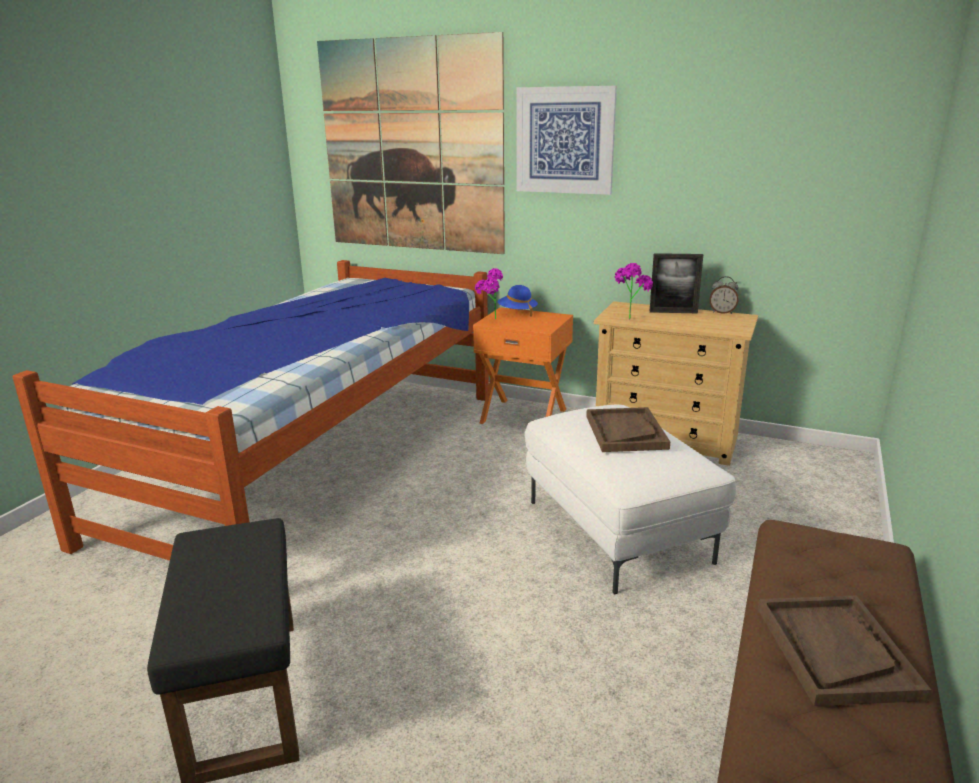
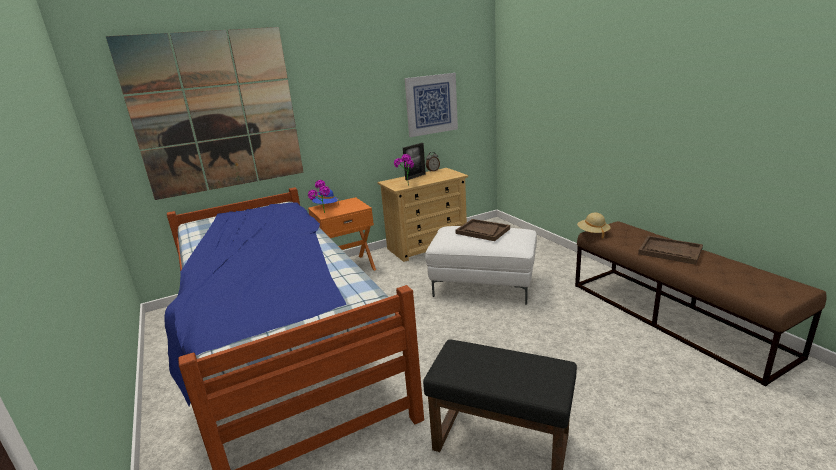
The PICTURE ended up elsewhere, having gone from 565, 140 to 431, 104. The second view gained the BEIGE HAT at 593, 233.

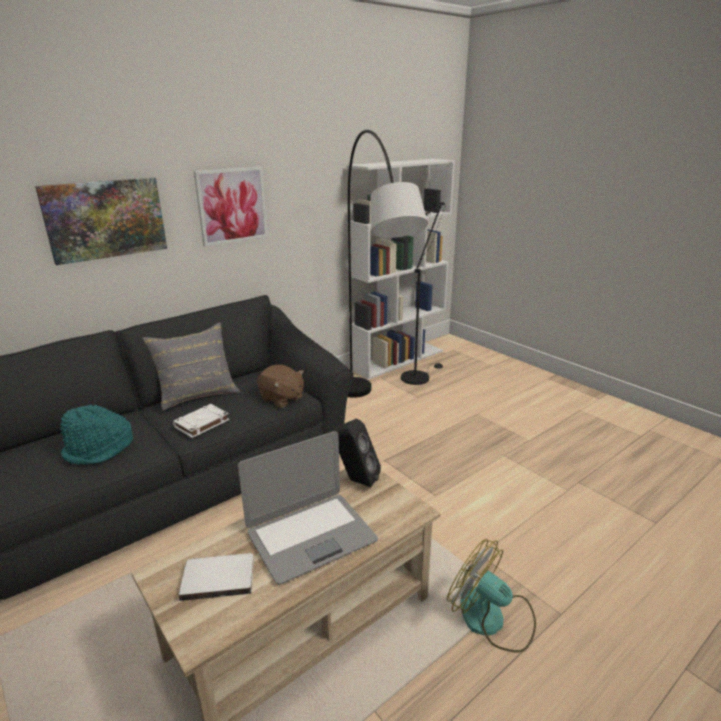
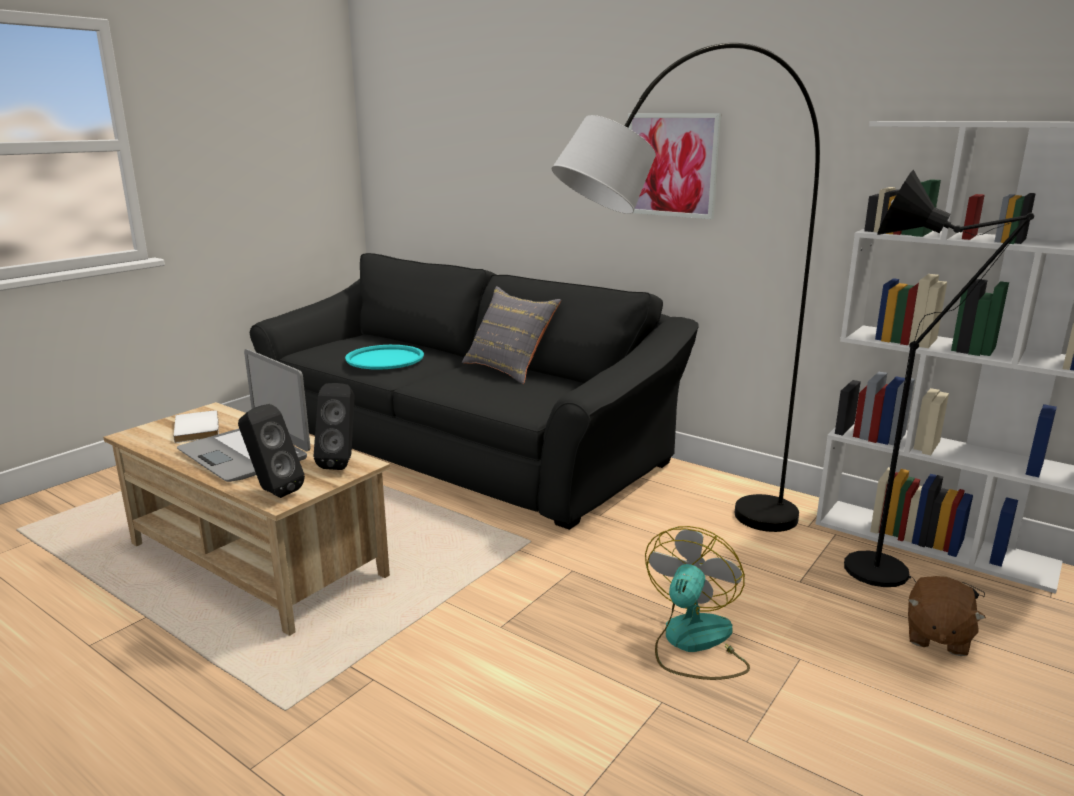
The second view lost the PICTURE at 105, 219. The BROWN PLUSH TOY ended up elsewhere, having gone from 282, 399 to 936, 636. The second view lost the WHITE BOOK at 201, 424. Where the TURQUOISE HAT stood at 99, 449, the TURQUOISE TRAY came to stand at 385, 358. The FAN ended up elsewhere, having gone from 492, 619 to 693, 643. The second view gained the BLACK SPEAKER at 272, 491.

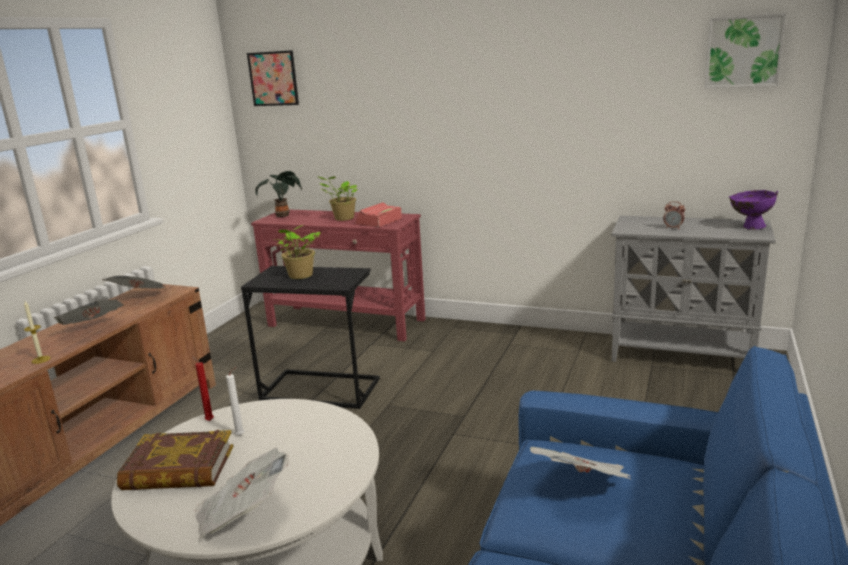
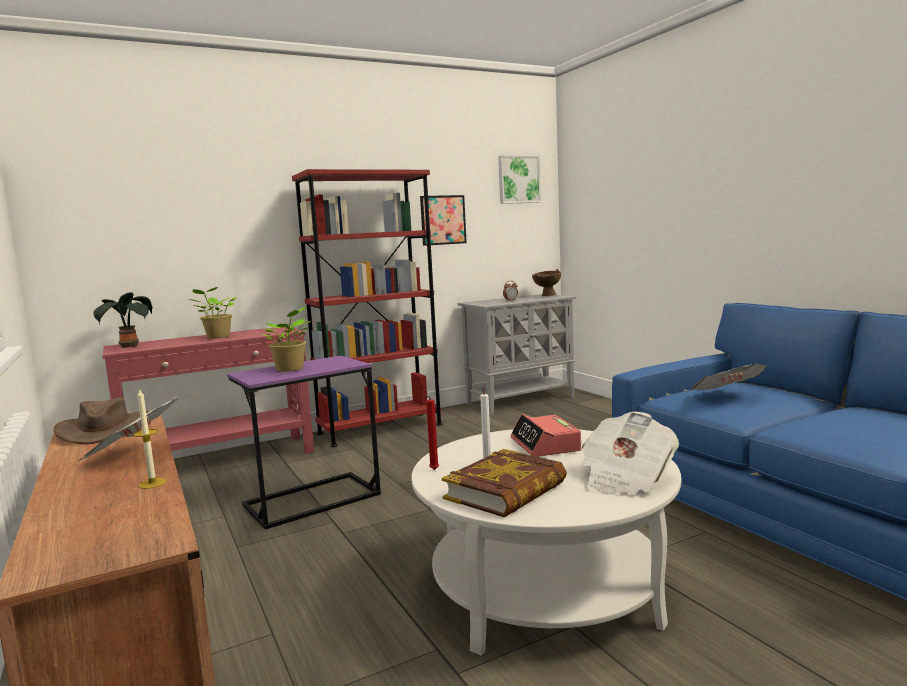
The PICTURE ended up elsewhere, having gone from 273, 78 to 443, 220. What was the PURPLE BOWL at 749, 227 turned into the BROWN BOWL at 546, 295. The ALARM CLOCK ended up elsewhere, having gone from 379, 221 to 545, 445. What was the BLACK SIDE TABLE at 320, 389 turned into the PURPLE SIDE TABLE at 312, 500. Where the NEWSPAPER stood at 140, 297, the BROWN HAT came to stand at 104, 429. The second view gained the RED BOOKCASE at 380, 429.

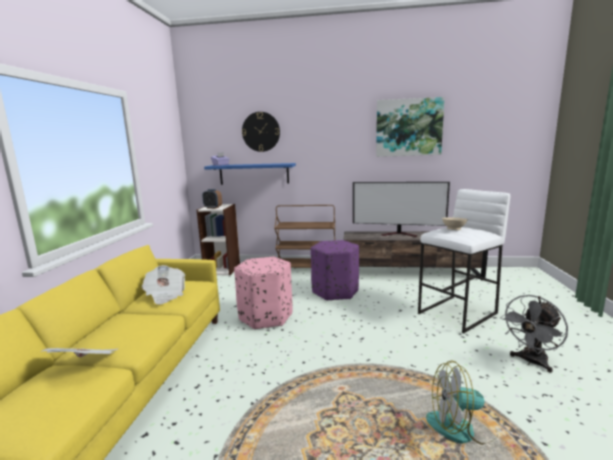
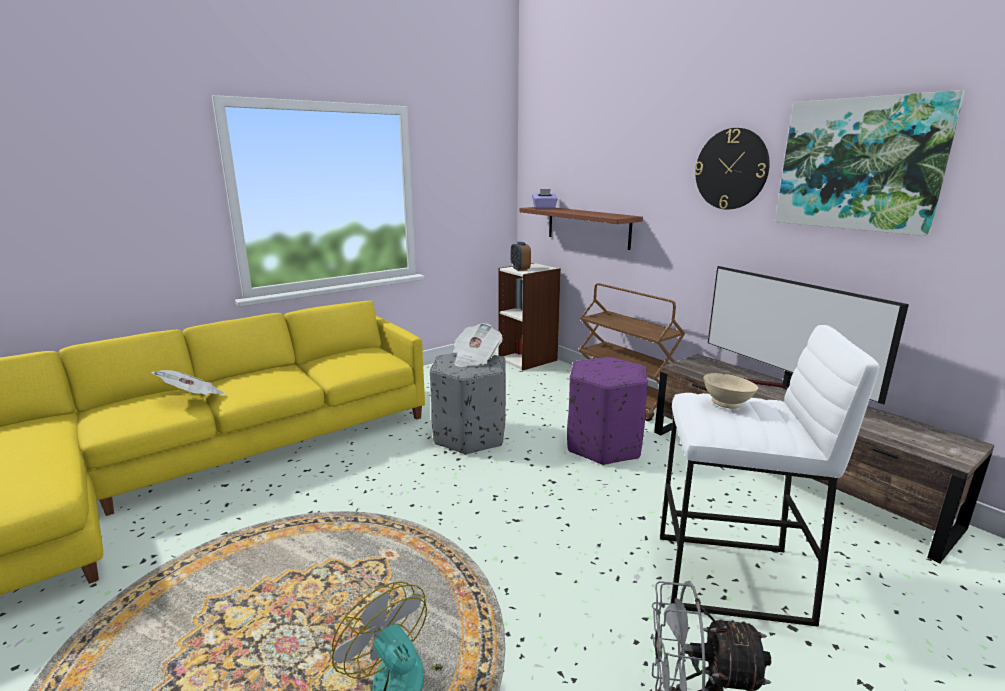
The WALL CLOCK ended up elsewhere, having gone from 261, 132 to 731, 169. What was the BLUE SHELF at 254, 174 turned into the BROWN SHELF at 587, 227. What was the PINK OTTOMAN at 266, 316 turned into the GREY OTTOMAN at 470, 436. The NEWSPAPER ended up elsewhere, having gone from 165, 295 to 475, 359.

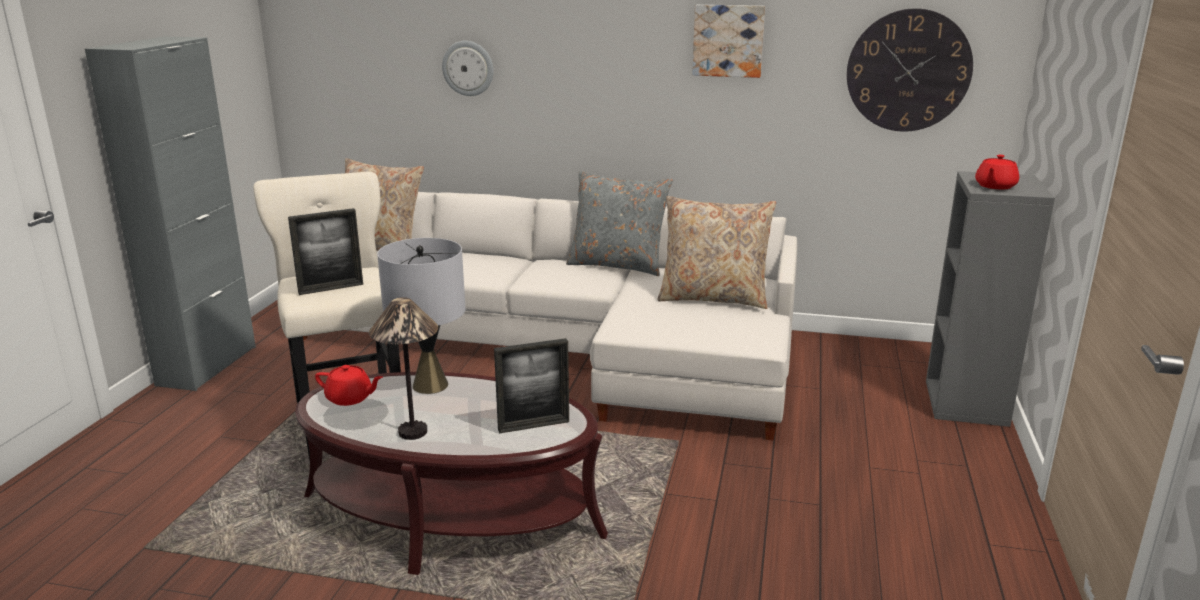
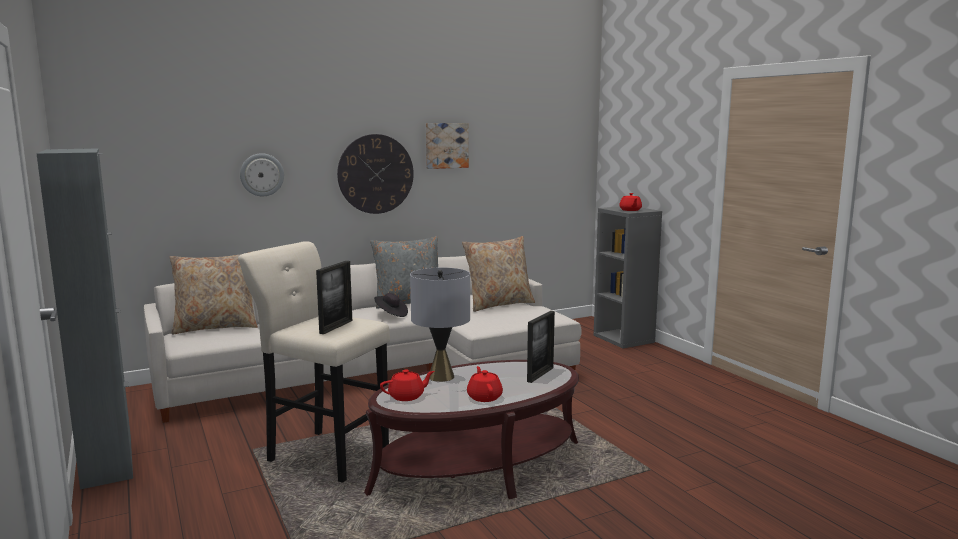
The WALL CLOCK ended up elsewhere, having gone from 908, 71 to 375, 174. Where the TABLE LAMP stood at 412, 432, the RED TEAPOT came to stand at 484, 397. The second view gained the BLACK HAT at 391, 314.

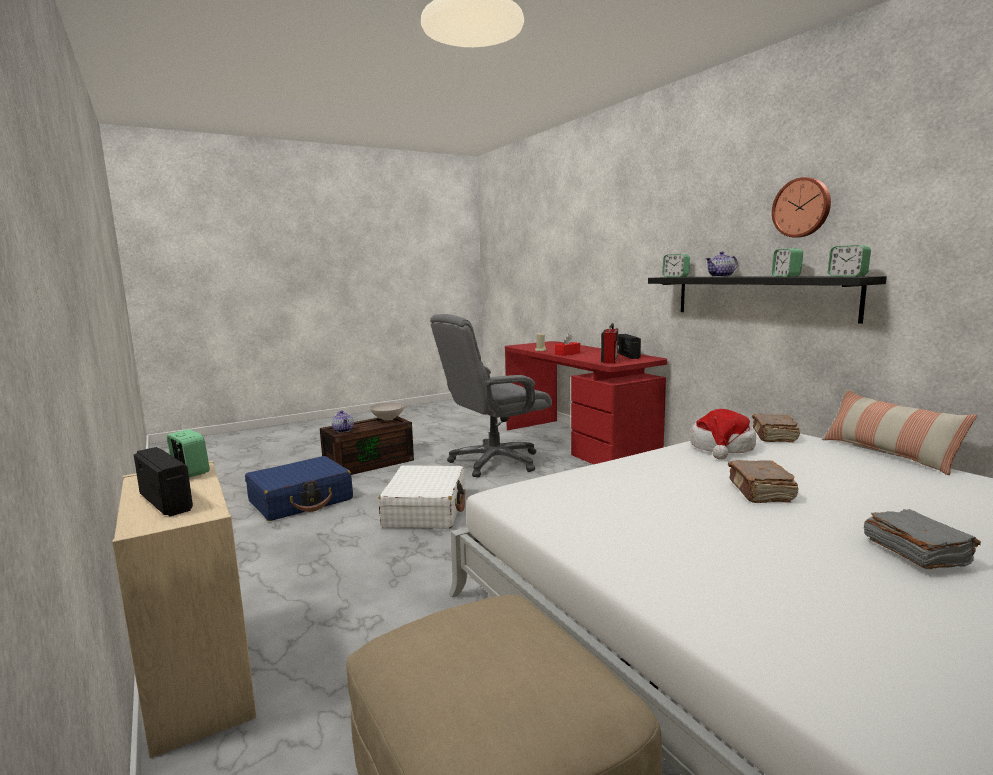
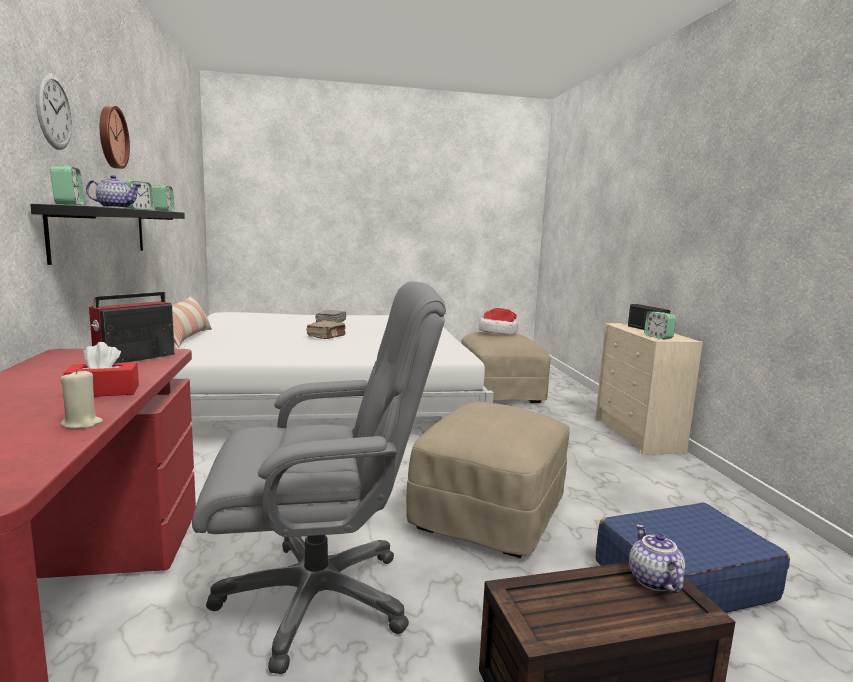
The second view lost the RADIO at 628, 356. The second view lost the WHITE BOWL at 388, 419. The HAT ended up elsewhere, having gone from 722, 448 to 498, 332. The second view lost the BROWN BOOK at 773, 436. Where the WHITE SUITCASE stood at 426, 510, the BEIGE OTTOMAN came to stand at 490, 513. The second view gained the WALL CLOCK at 53, 112.

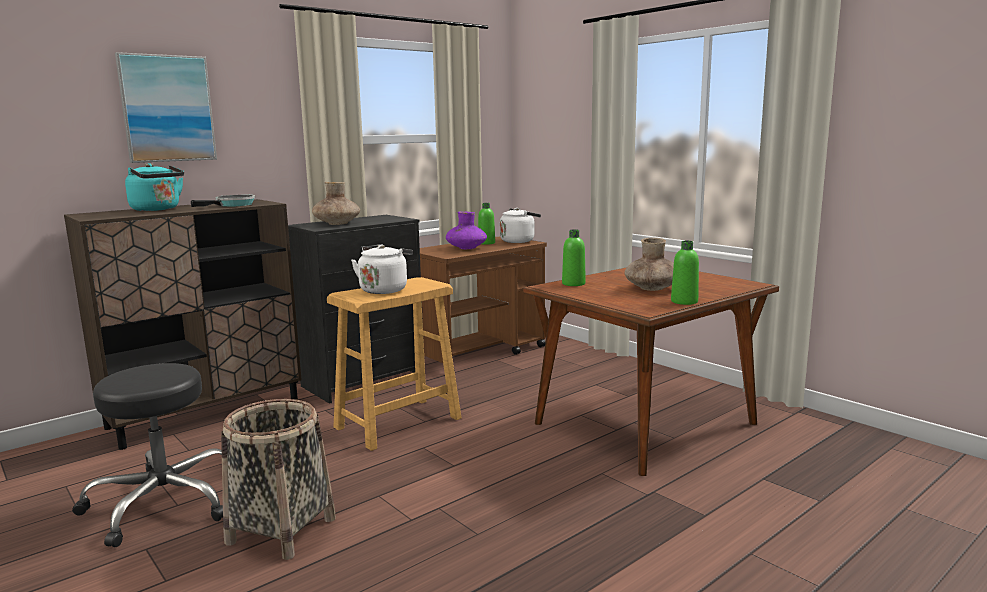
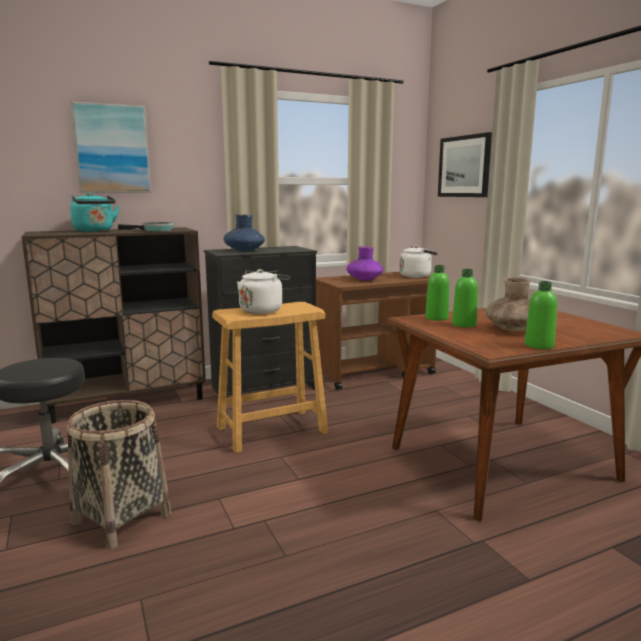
What was the BROWN VASE at 337, 223 turned into the BLUE VASE at 244, 250. The GREEN BOTTLE ended up elsewhere, having gone from 486, 243 to 464, 324. The second view gained the PICTURE at 464, 166.

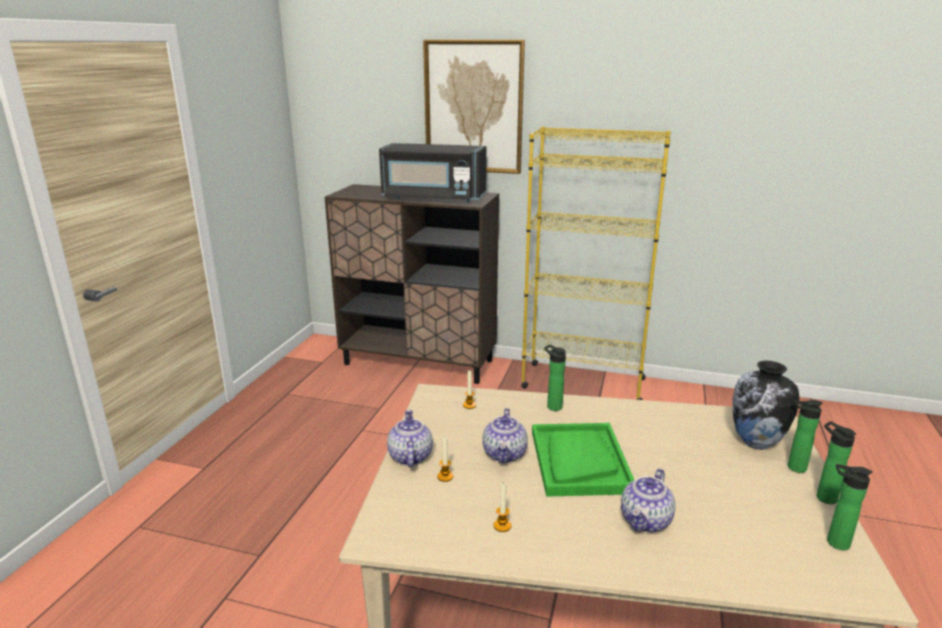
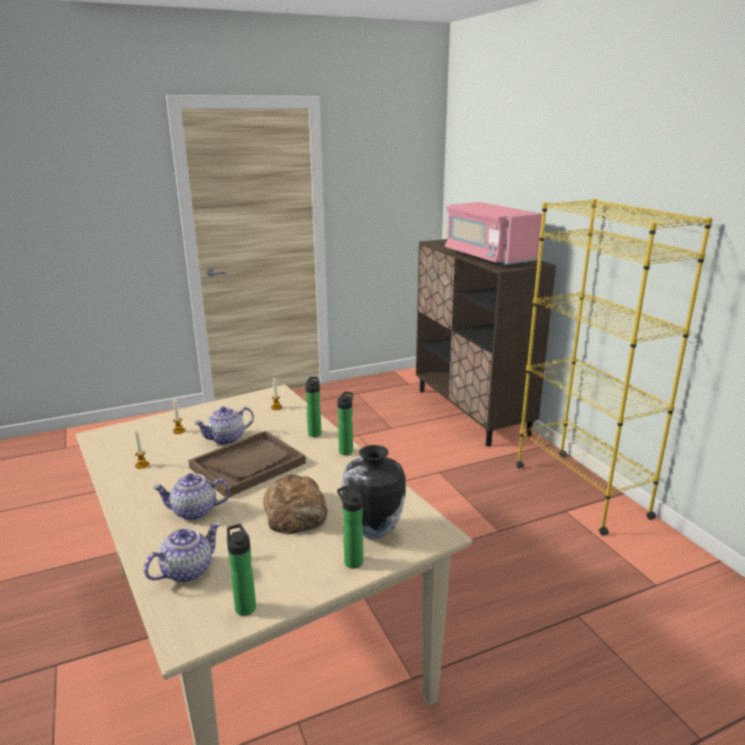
The second view lost the PICTURE at 473, 107. What was the BLACK MICROWAVE at 433, 198 turned into the PINK MICROWAVE at 488, 257. The TEAPOT ended up elsewhere, having gone from 409, 456 to 187, 570. The BOTTLE ended up elsewhere, having gone from 823, 496 to 346, 450. What was the GREEN TRAY at 579, 461 turned into the BROWN TRAY at 248, 465. The second view gained the BREAD at 297, 512.

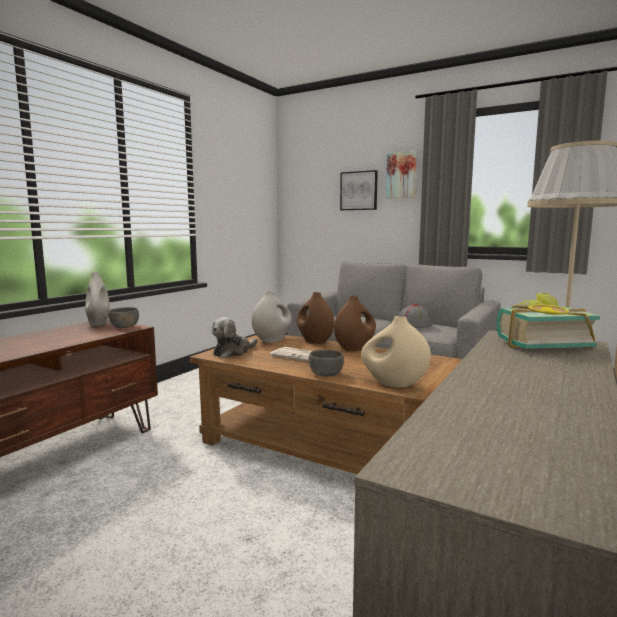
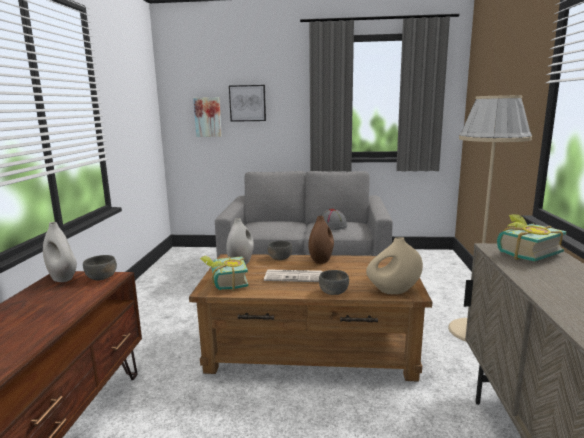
The PICTURE ended up elsewhere, having gone from 401, 175 to 208, 117. Where the BROWN VASE stood at 314, 342, the GREY BOWL came to stand at 279, 258. Where the PLUSH TOY stood at 233, 352, the BOOK came to stand at 224, 283.

